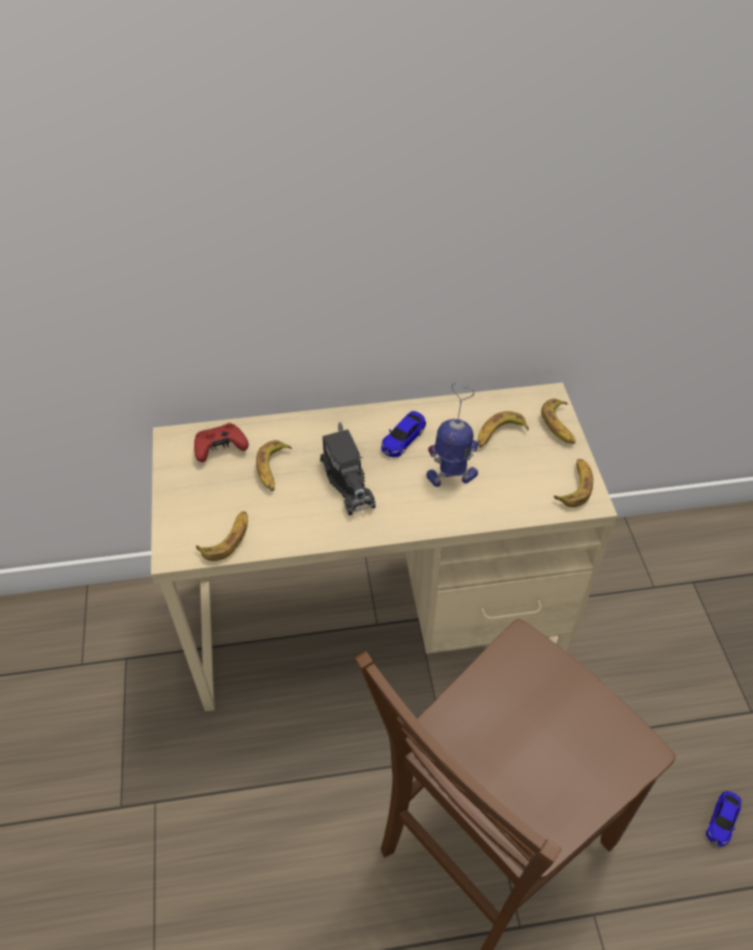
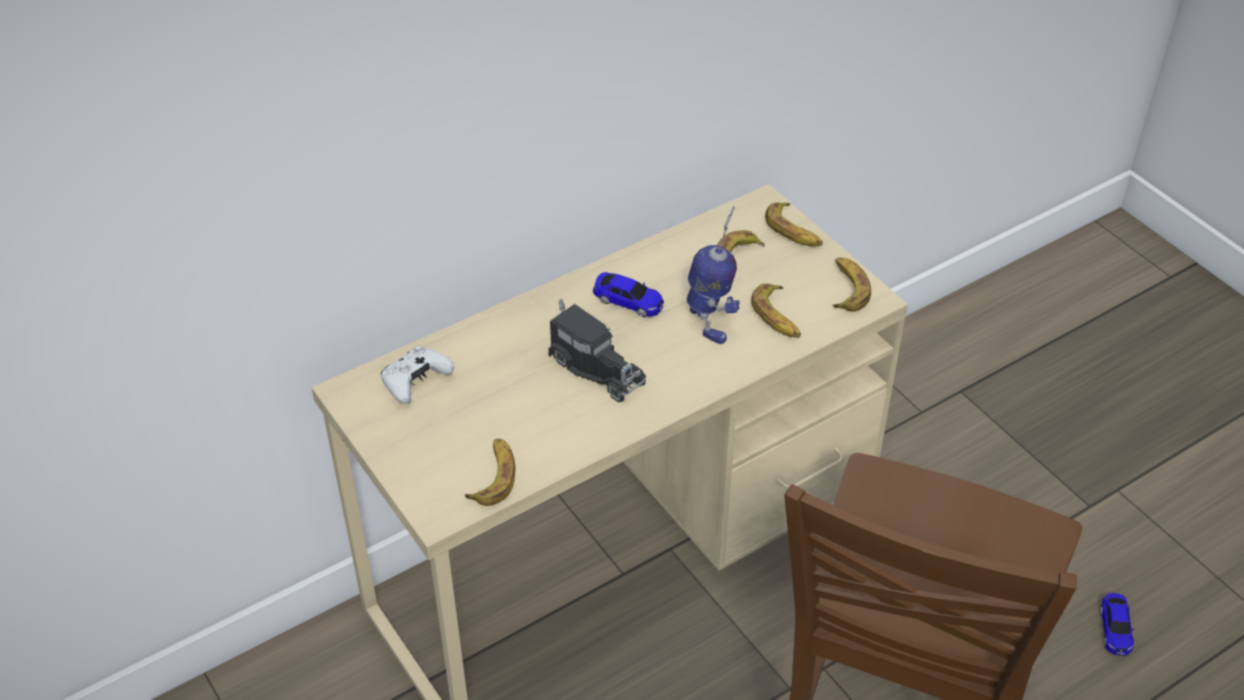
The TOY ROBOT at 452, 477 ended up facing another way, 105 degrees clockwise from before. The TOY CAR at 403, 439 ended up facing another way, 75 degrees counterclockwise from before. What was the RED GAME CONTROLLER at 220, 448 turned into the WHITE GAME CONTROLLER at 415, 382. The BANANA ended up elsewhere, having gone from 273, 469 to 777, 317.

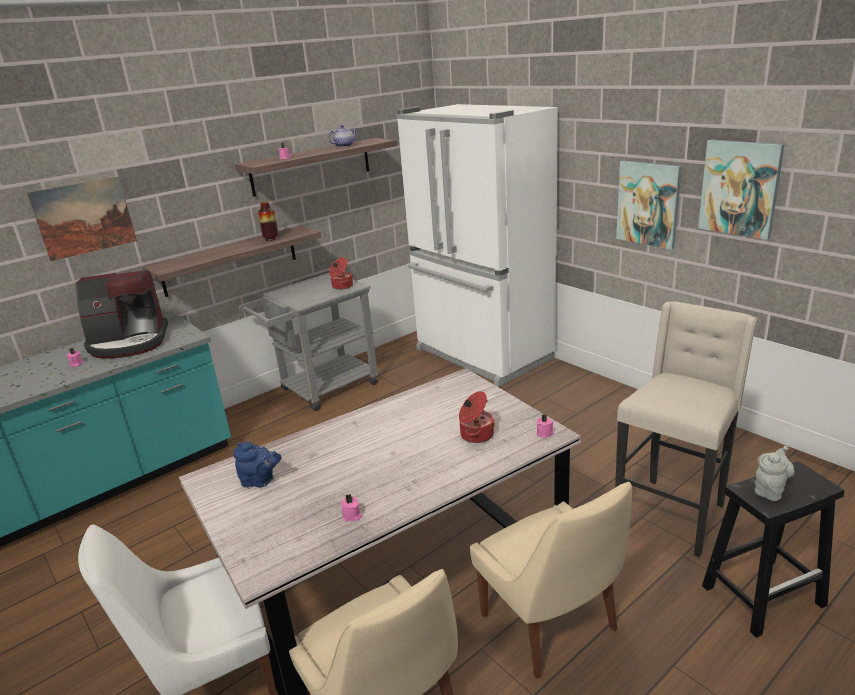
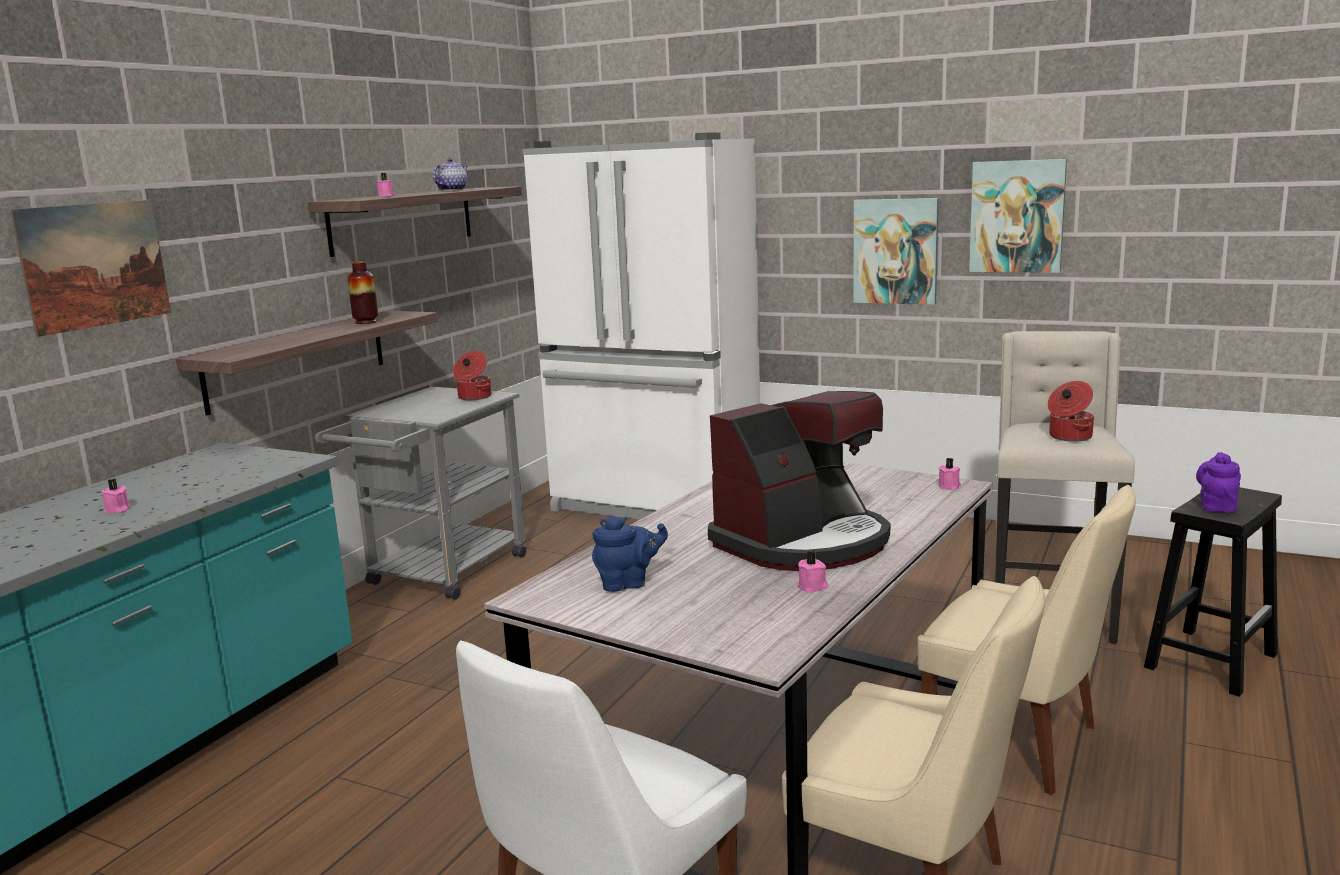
The COFFEE MACHINE ended up elsewhere, having gone from 129, 343 to 803, 542. The COOKING POT ended up elsewhere, having gone from 475, 434 to 1069, 437. What was the GREY TEAPOT at 770, 490 turned into the PURPLE TEAPOT at 1217, 506.

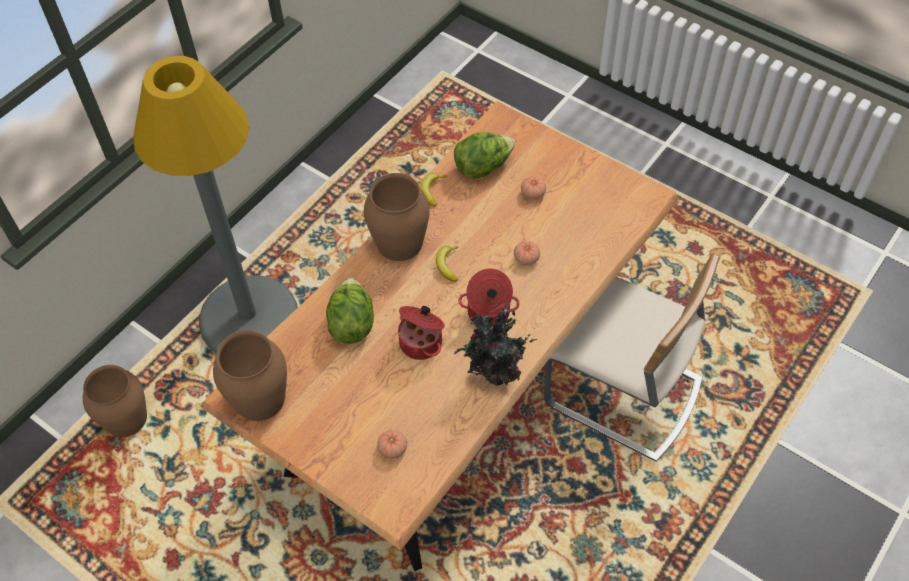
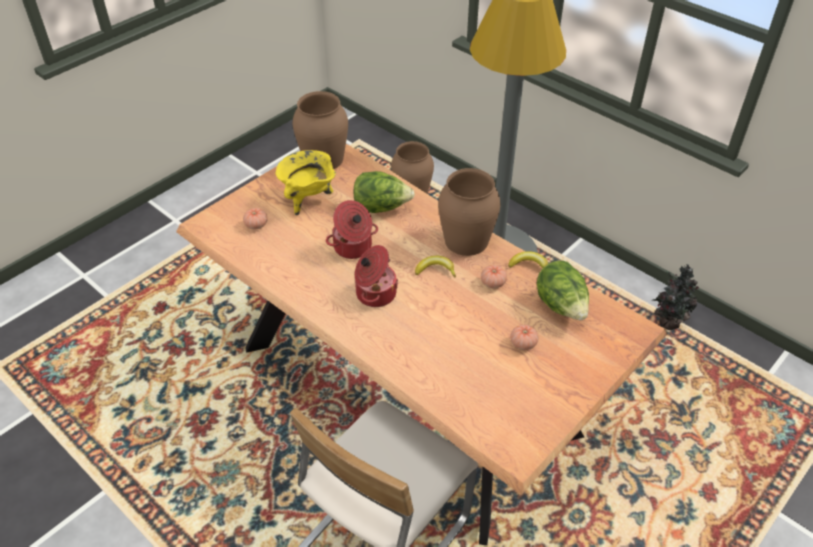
The TOMATO ended up elsewhere, having gone from 526, 258 to 493, 283. The POTTED PLANT ended up elsewhere, having gone from 495, 375 to 667, 322. The second view gained the YELLOW COOKING POT at 308, 200.

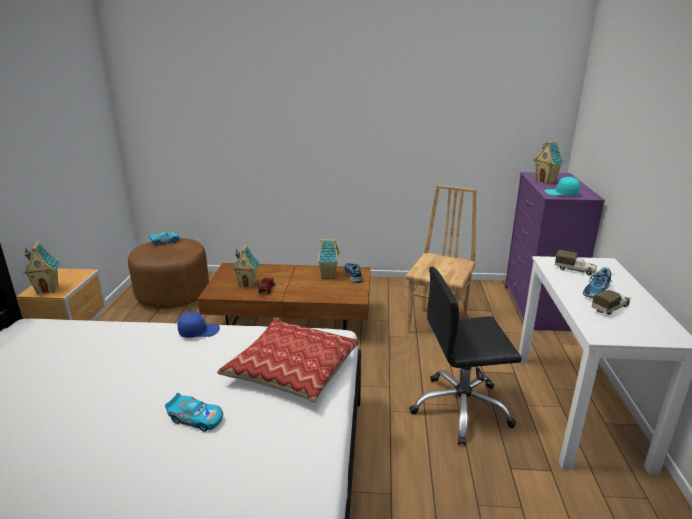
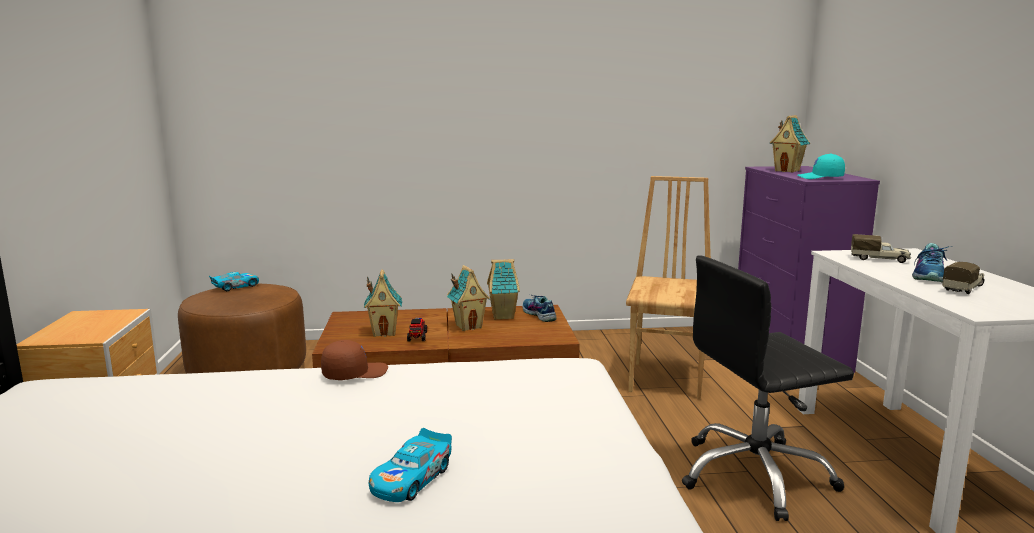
The TOY HOUSE ended up elsewhere, having gone from 48, 289 to 468, 326. What was the BLUE CAP at 199, 331 turned into the BROWN CAP at 354, 373. The second view lost the PILLOW at 292, 369. The TOY CAR at 196, 418 ended up facing another way, 105 degrees clockwise from before.

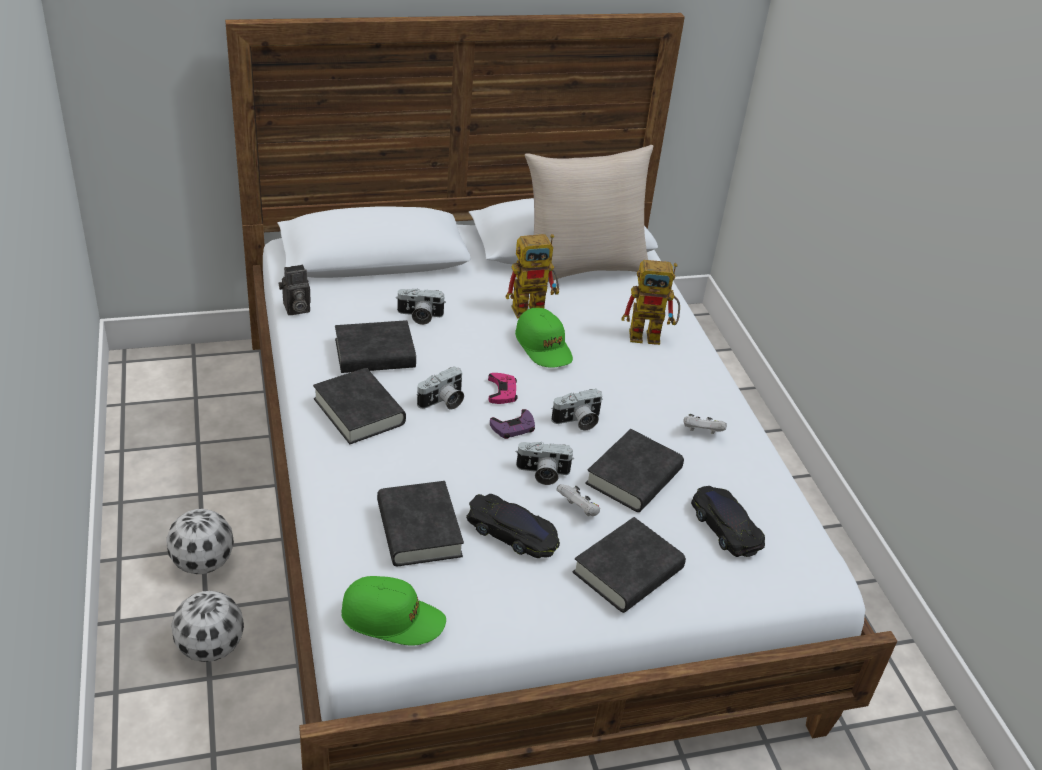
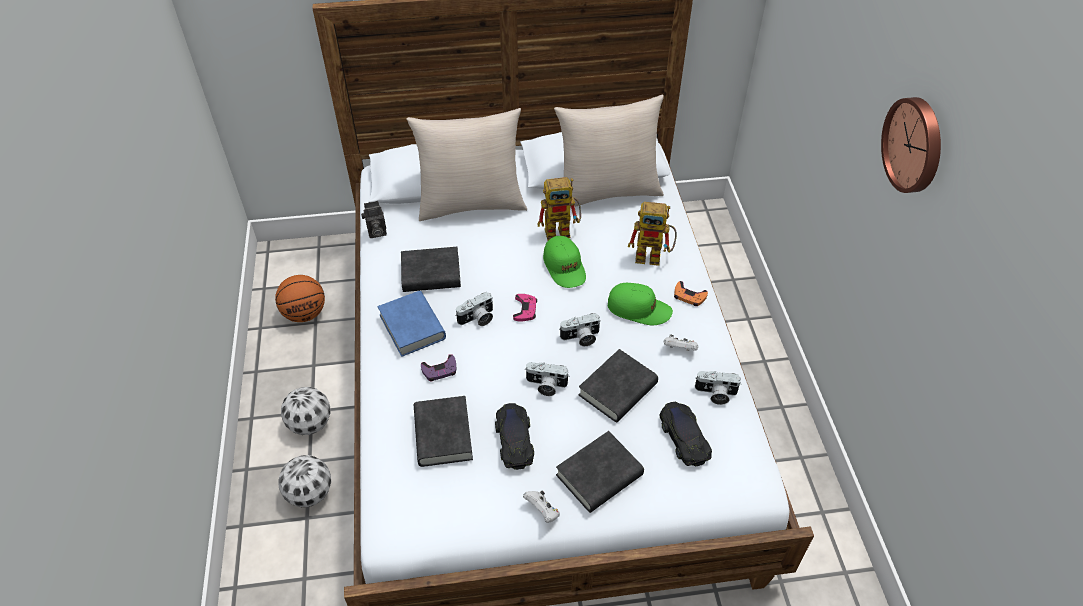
The PHOTO CAMERA ended up elsewhere, having gone from 419, 316 to 715, 394. What was the BLACK BOOK at 359, 411 turned into the BLUE BOOK at 412, 327. The PURPLE GAME CONTROLLER ended up elsewhere, having gone from 513, 427 to 440, 370. The WHITE GAME CONTROLLER ended up elsewhere, having gone from 578, 510 to 542, 511. The BLACK TOY CAR at 512, 532 ended up facing another way, 135 degrees counterclockwise from before. The GREEN CAP ended up elsewhere, having gone from 392, 618 to 638, 309. The second view gained the WALL CLOCK at 915, 145. The second view gained the BEIGE PILLOW at 471, 204. The second view gained the BASKETBALL at 305, 313. The second view gained the ORANGE GAME CONTROLLER at 689, 296.

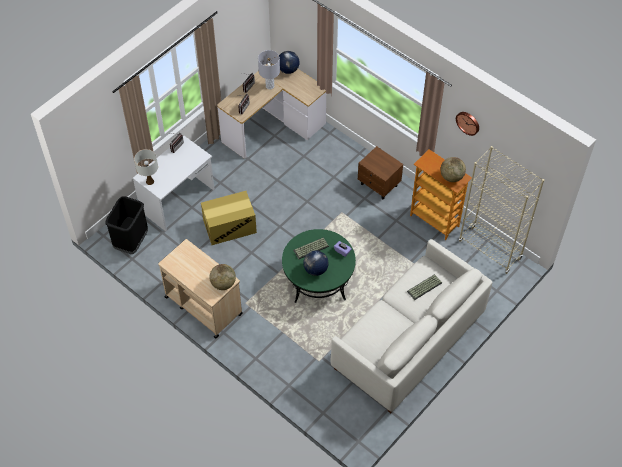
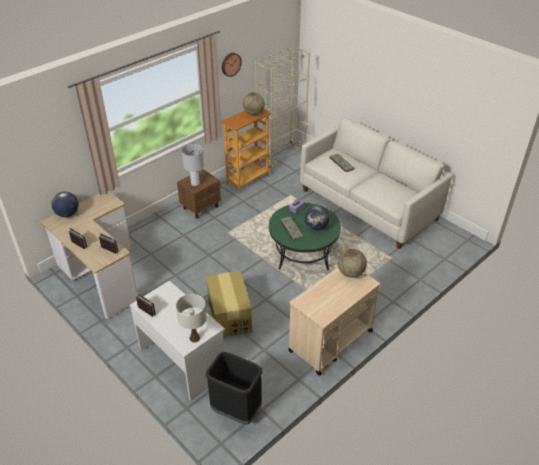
The GREY TABLE LAMP ended up elsewhere, having gone from 269, 86 to 195, 183.

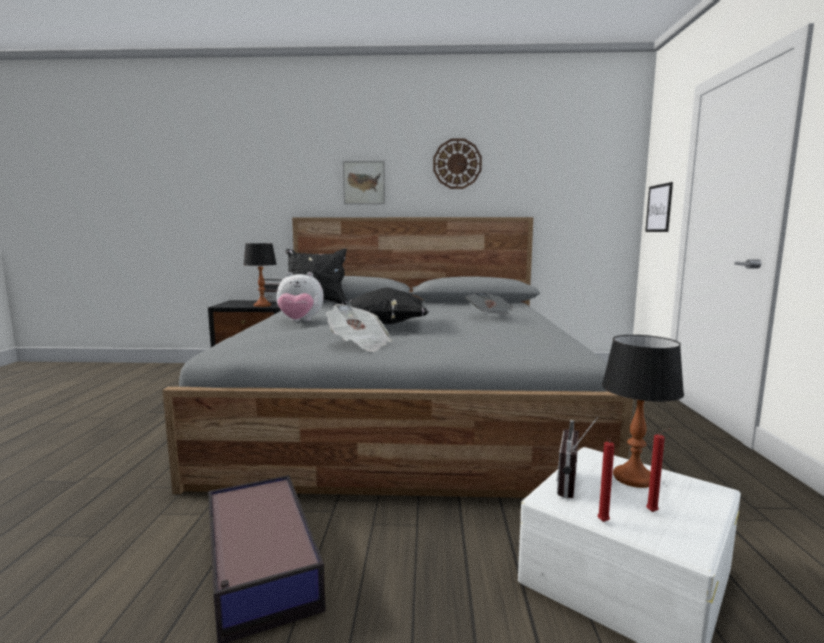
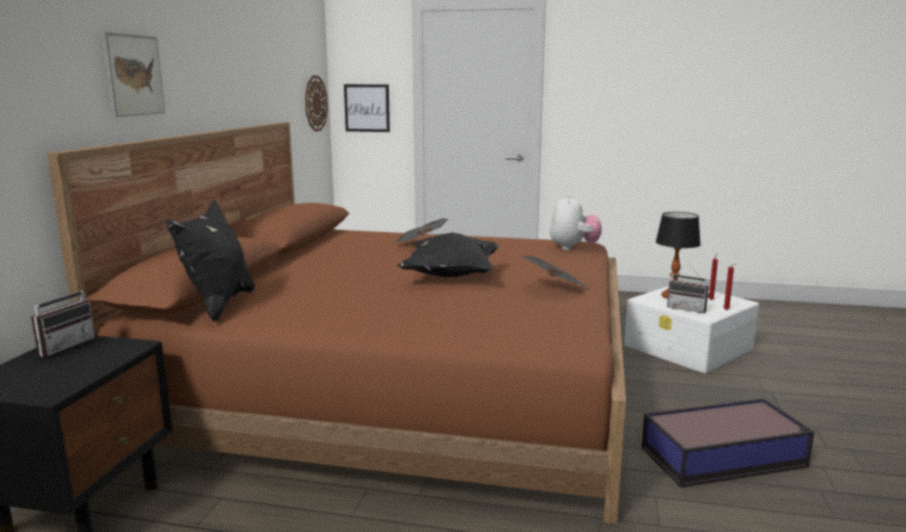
The WALL CLOCK ended up elsewhere, having gone from 457, 164 to 315, 103. What was the GREY BED at 406, 409 turned into the BROWN BED at 403, 381. The second view lost the TABLE LAMP at 262, 305. The PLUSH TOY ended up elsewhere, having gone from 300, 321 to 573, 248.

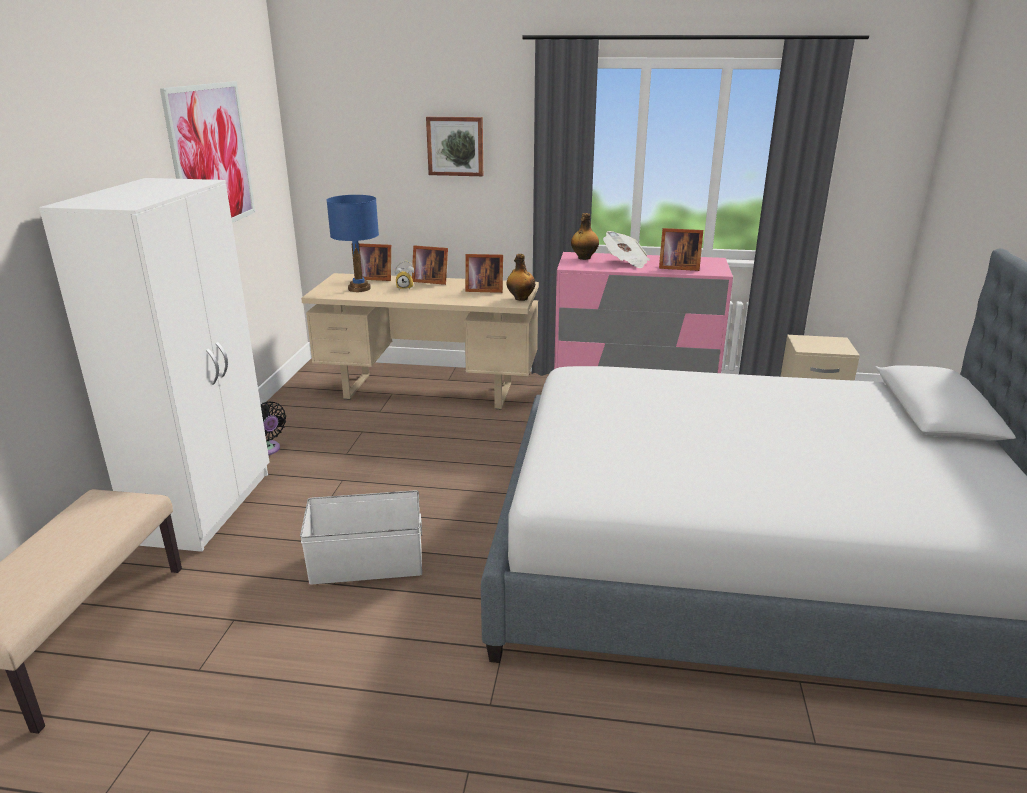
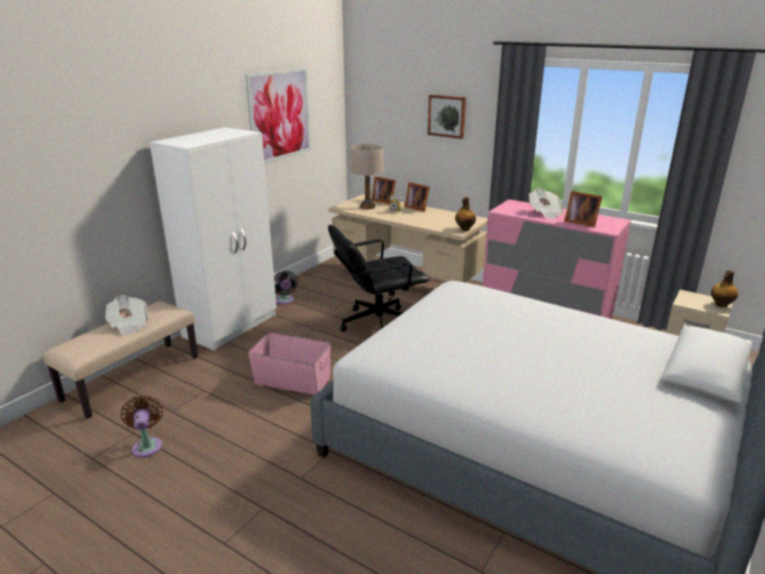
What was the BLUE TABLE LAMP at 359, 288 turned into the BEIGE TABLE LAMP at 367, 207. The BOTTLE ended up elsewhere, having gone from 584, 258 to 720, 305. The second view lost the PICTURE FRAME at 483, 290. What was the WHITE STORAGE BOX at 366, 563 turned into the PINK STORAGE BOX at 292, 380. The second view gained the BLACK OFFICE CHAIR at 377, 323. The second view gained the NEWSPAPER at 129, 325. The second view gained the BROWN FAN at 147, 445.

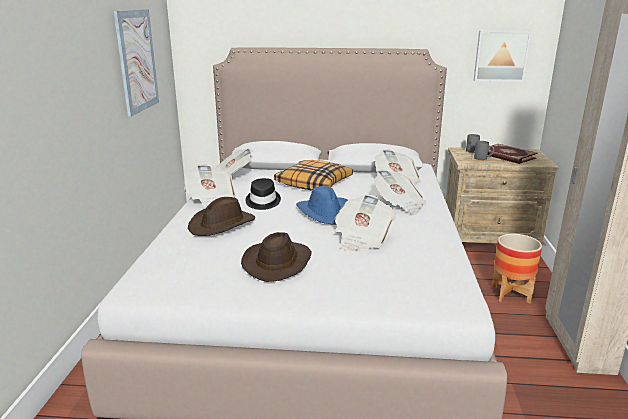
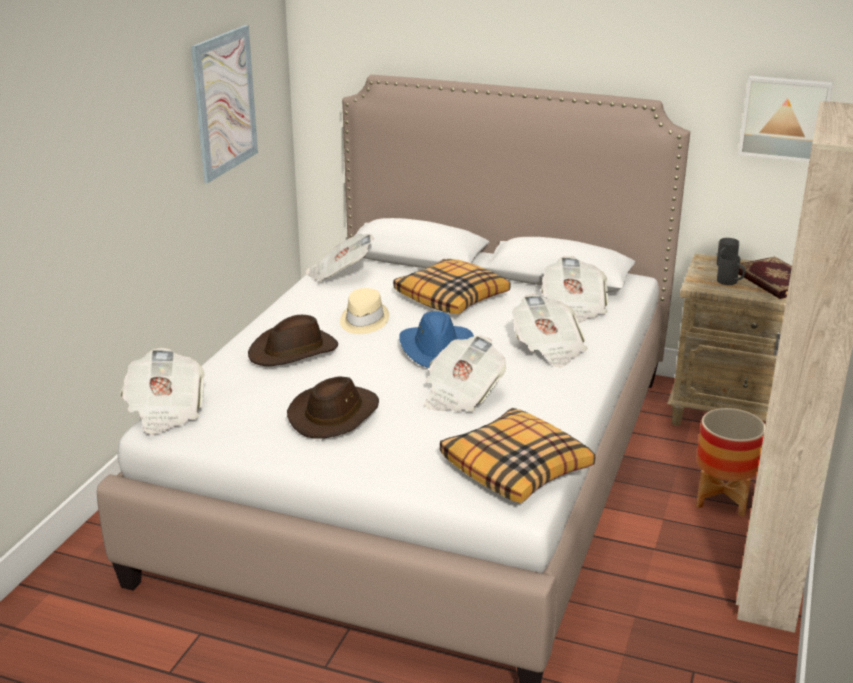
The NEWSPAPER ended up elsewhere, having gone from 211, 200 to 165, 411. What was the BLACK HAT at 262, 202 turned into the BEIGE HAT at 363, 321. The second view gained the PILLOW at 516, 468.

